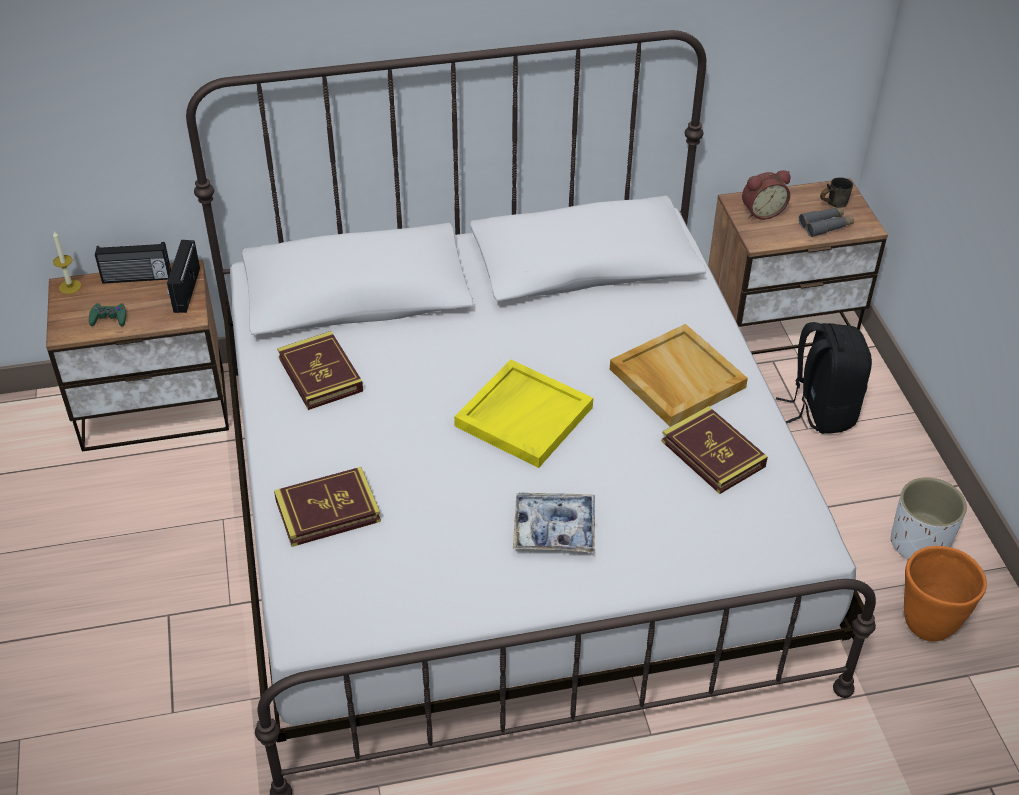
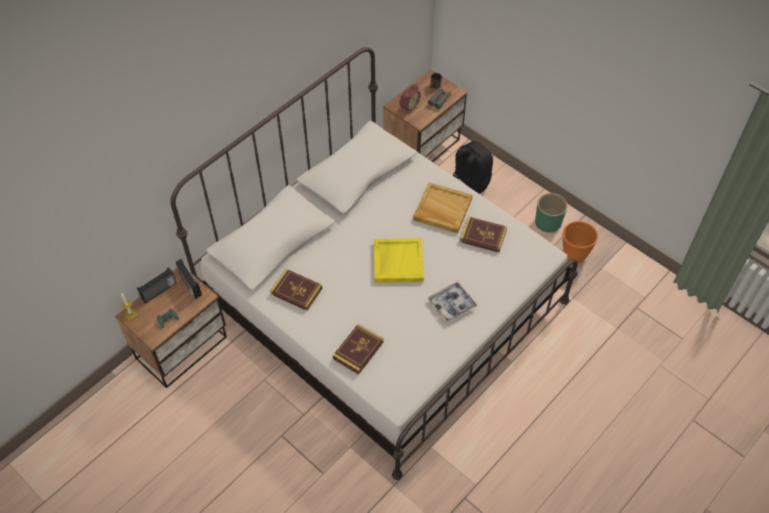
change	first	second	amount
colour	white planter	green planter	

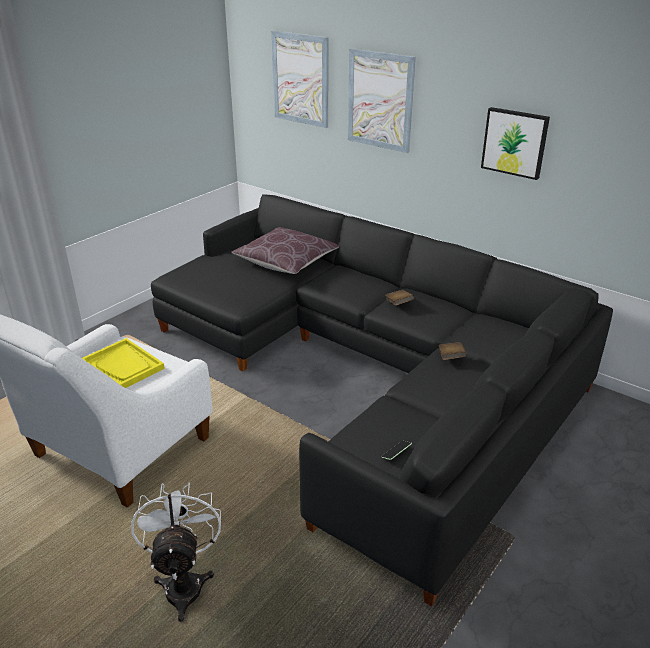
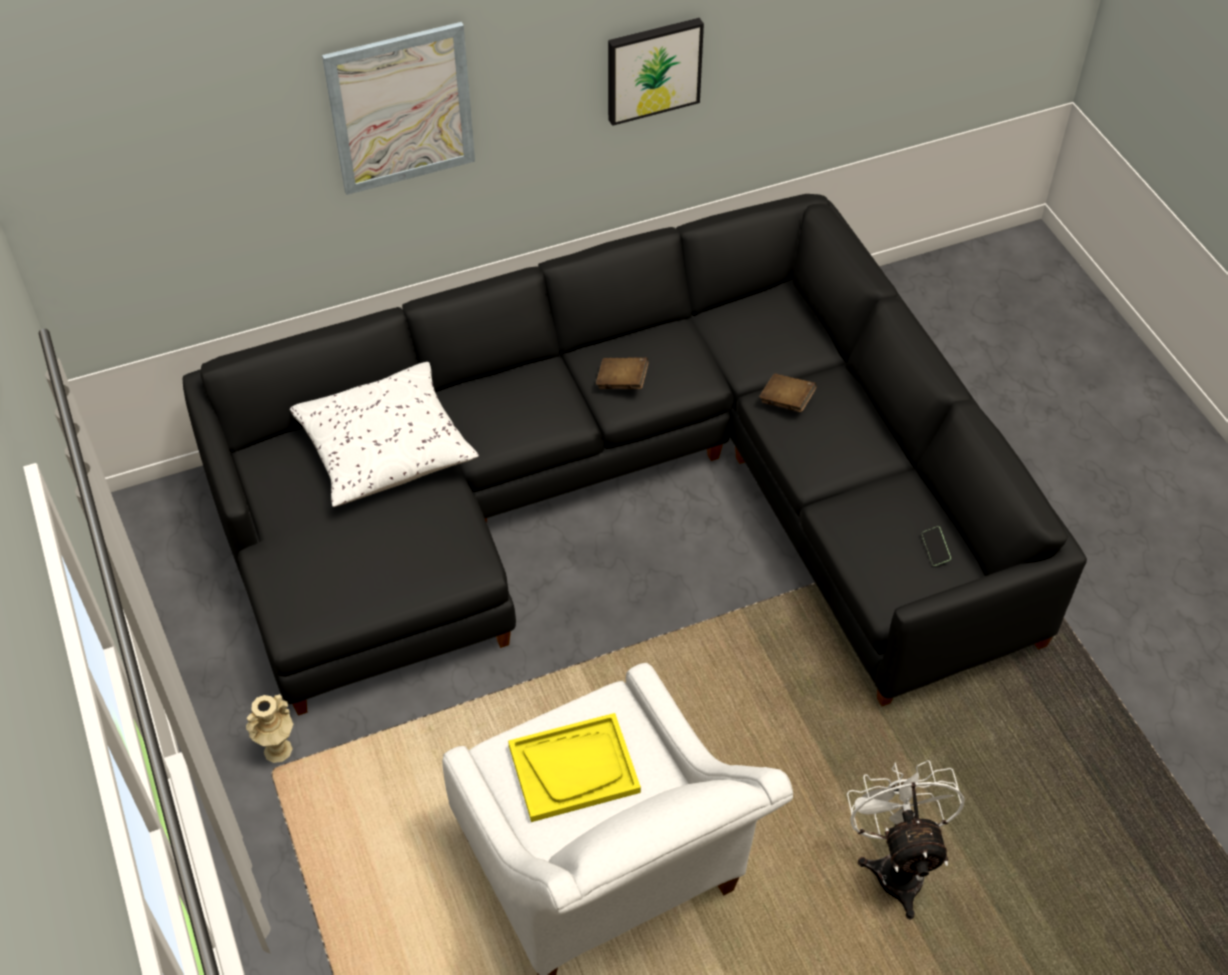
change	first	second	amount
missing	picture (no. 1 from left)		
colour	brown pillow	white pillow	
spun	white fan		60 degrees clockwise
appeared		beige vase	

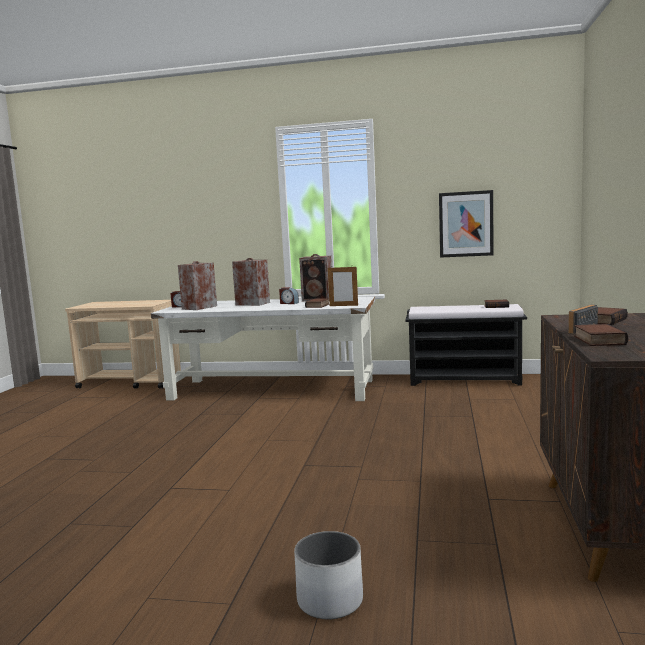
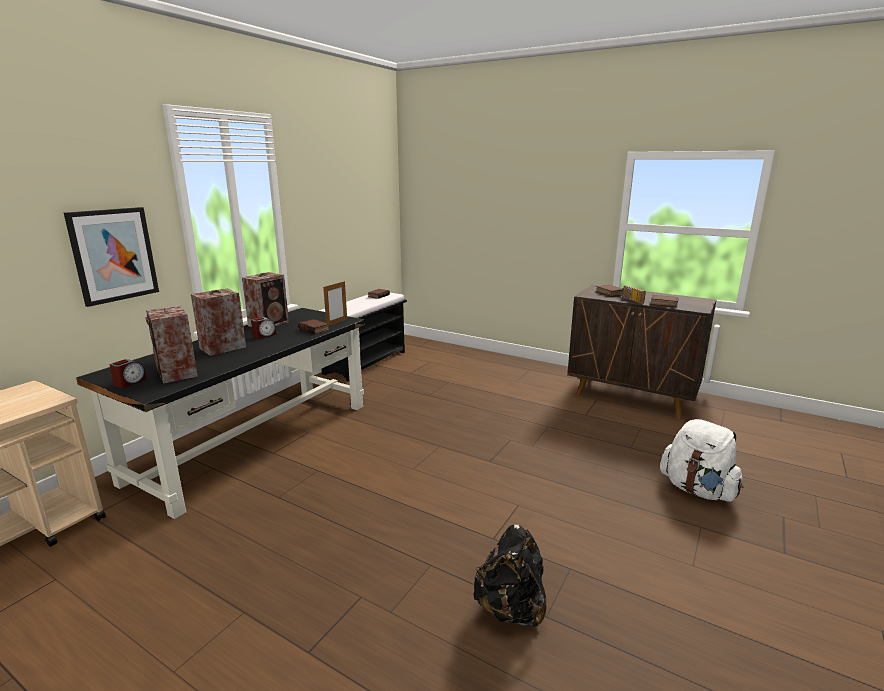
change	first	second	amount
relocated	picture		
colour	white desk	black desk	
exchanged	white planter	white backpack	
appeared		black backpack	

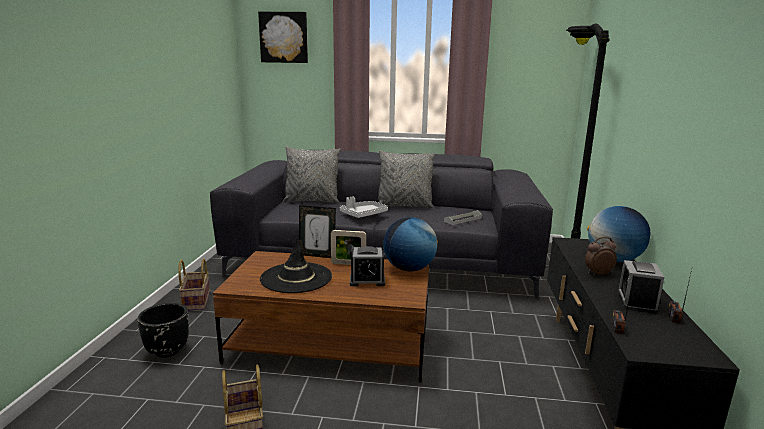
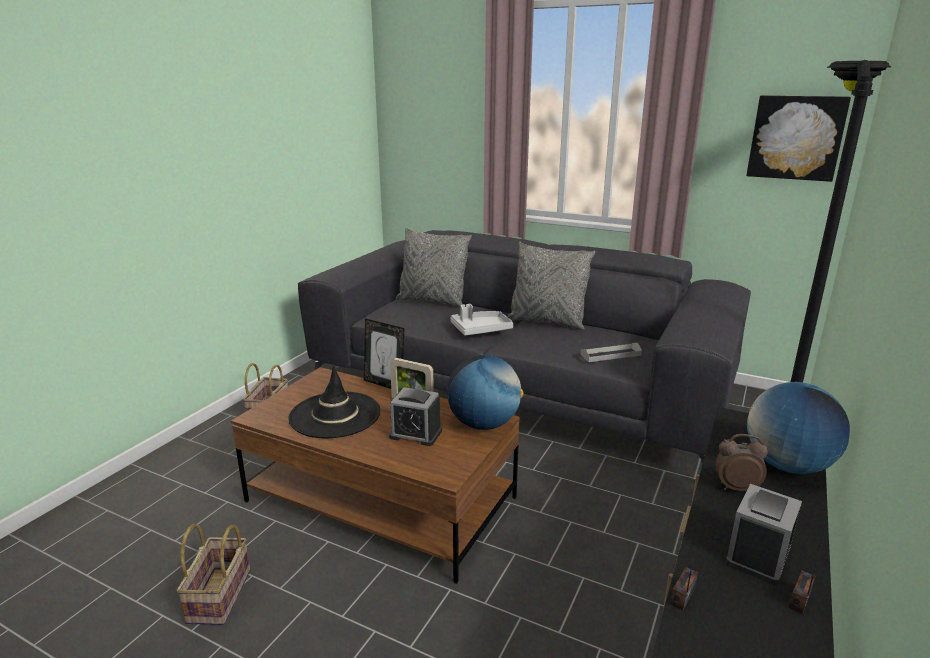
change	first	second	amount
relocated	picture		
missing	black planter		

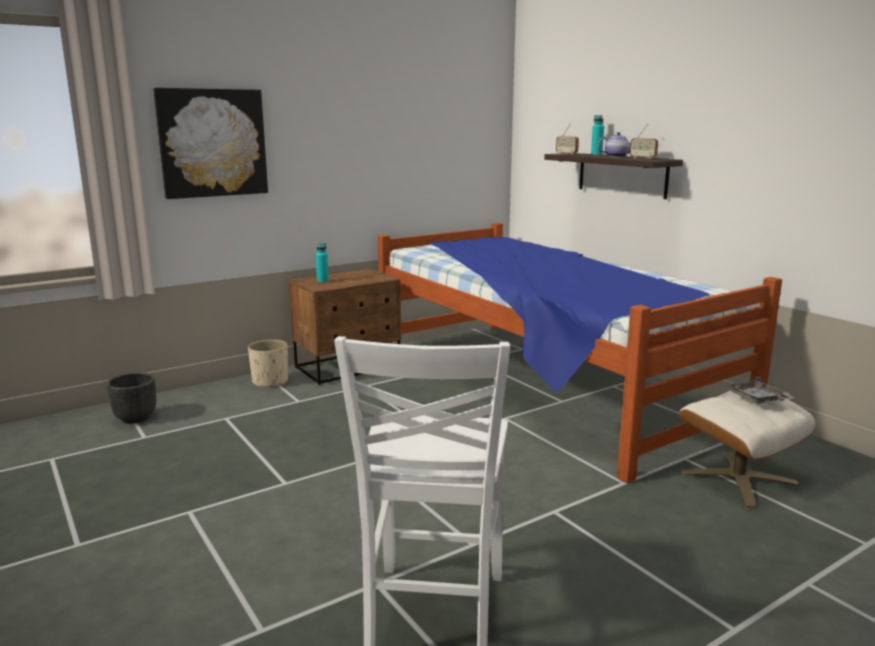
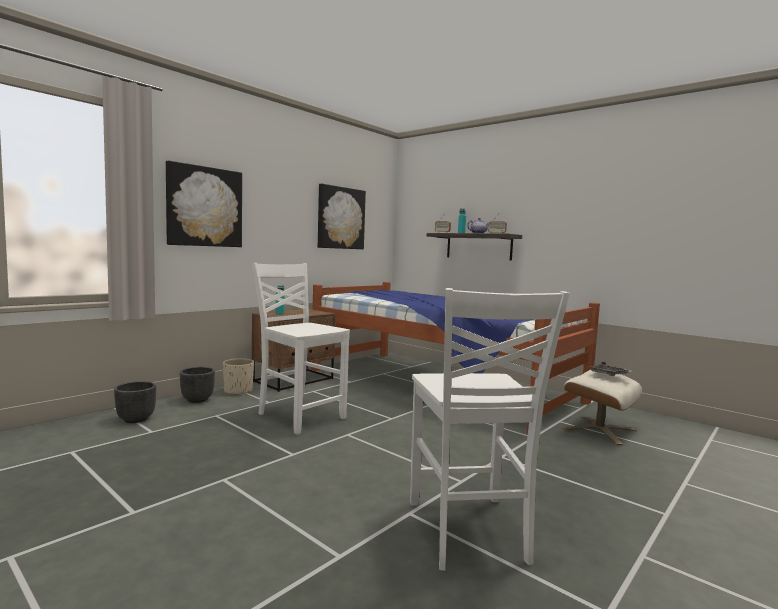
change	first	second	amount
appeared		picture (no. 2 from left)	
appeared		white chair (no. 1 from left)	
appeared		black planter (no. 2 from left)	

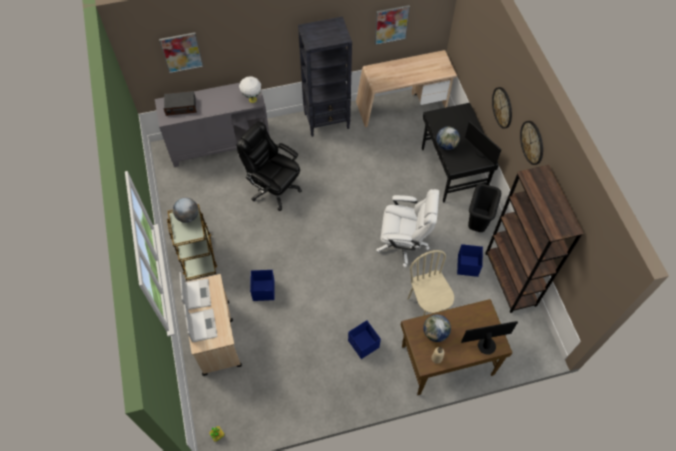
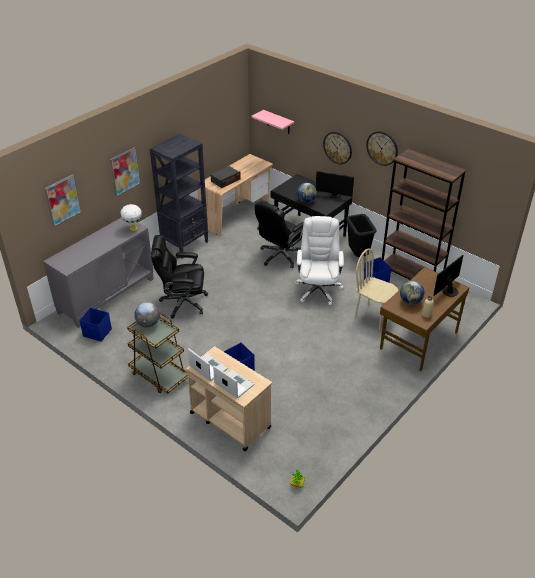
change	first	second	amount
relocated	picture (no. 2 from left)		
relocated	radio		
spun	white office chair		60 degrees counterclockwise
relocated	blue storage box (no. 2 from left in the first image)	blue storage box (no. 1 from left)	
appeared		pink shelf	
appeared		black office chair (no. 2 from left)	

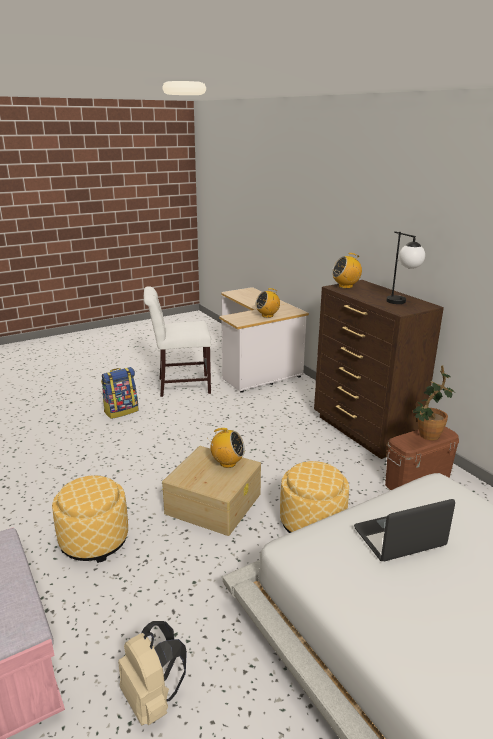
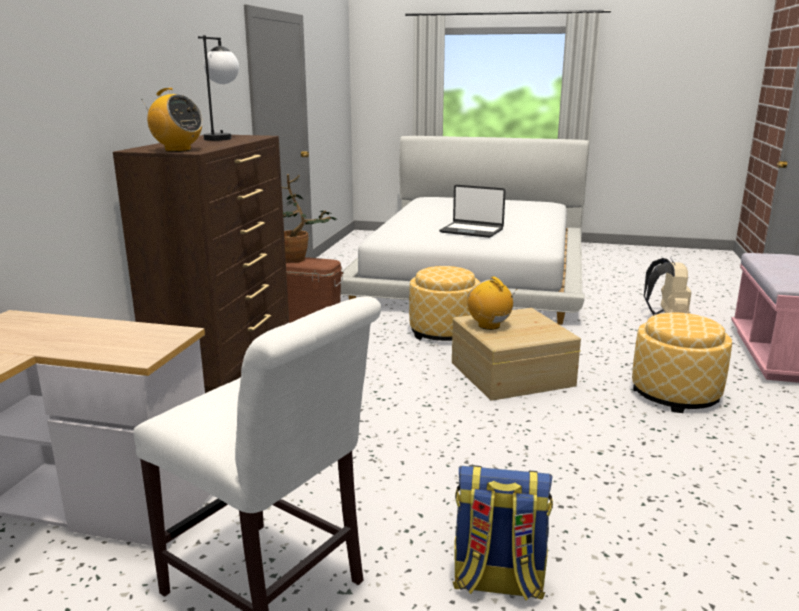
change	first	second	amount
missing	radio (no. 2 from left)		

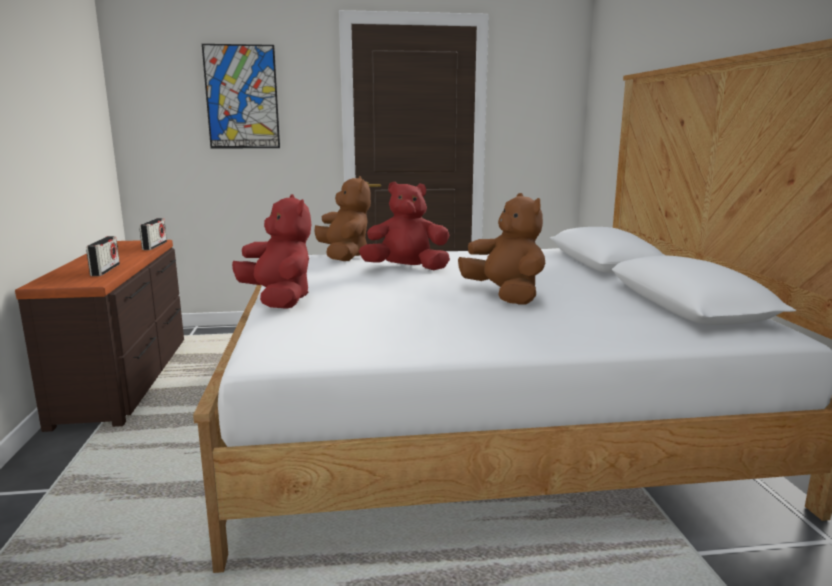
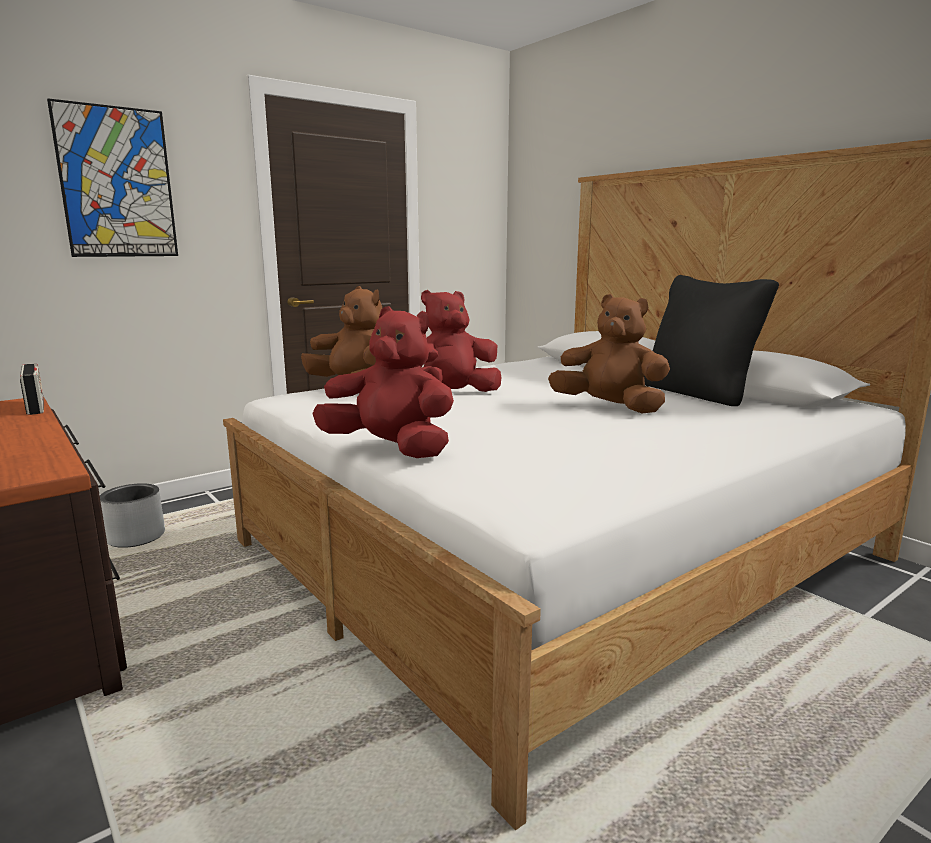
change	first	second	amount
missing	radio (no. 1 from left)		
appeared		black pillow	
appeared		grey planter	

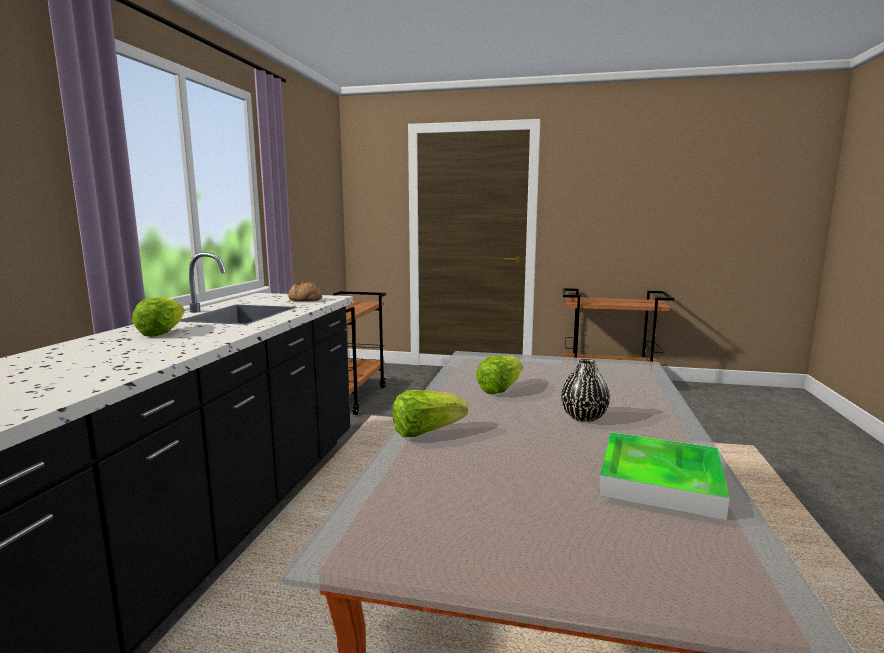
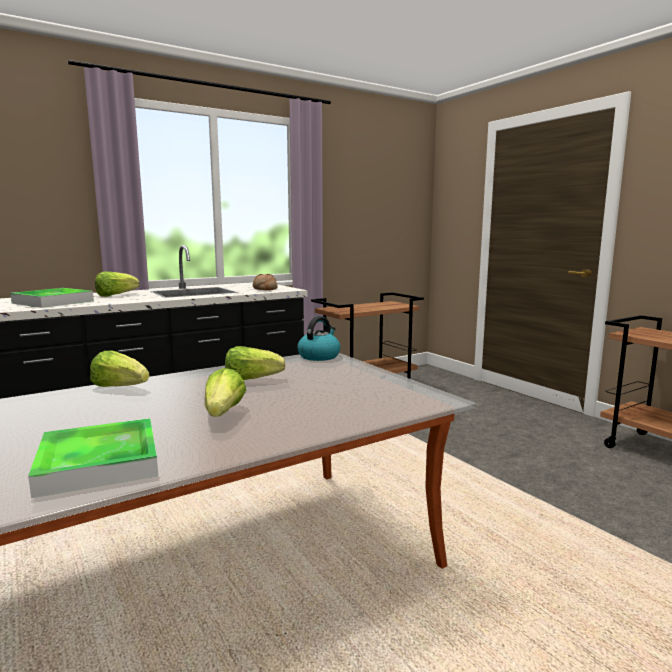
change	first	second	amount
exchanged	black vase	lettuce (no. 3 from left)	
appeared		tray (no. 1 from left)	
appeared		kettle	

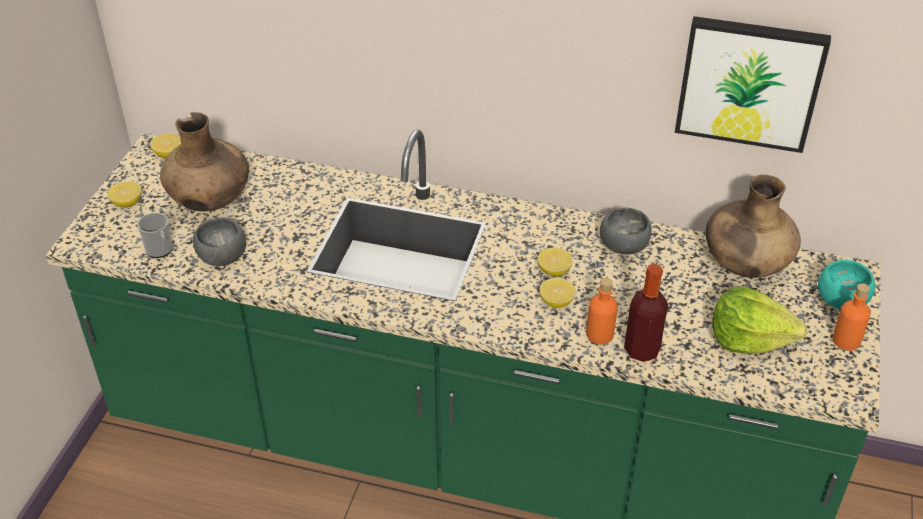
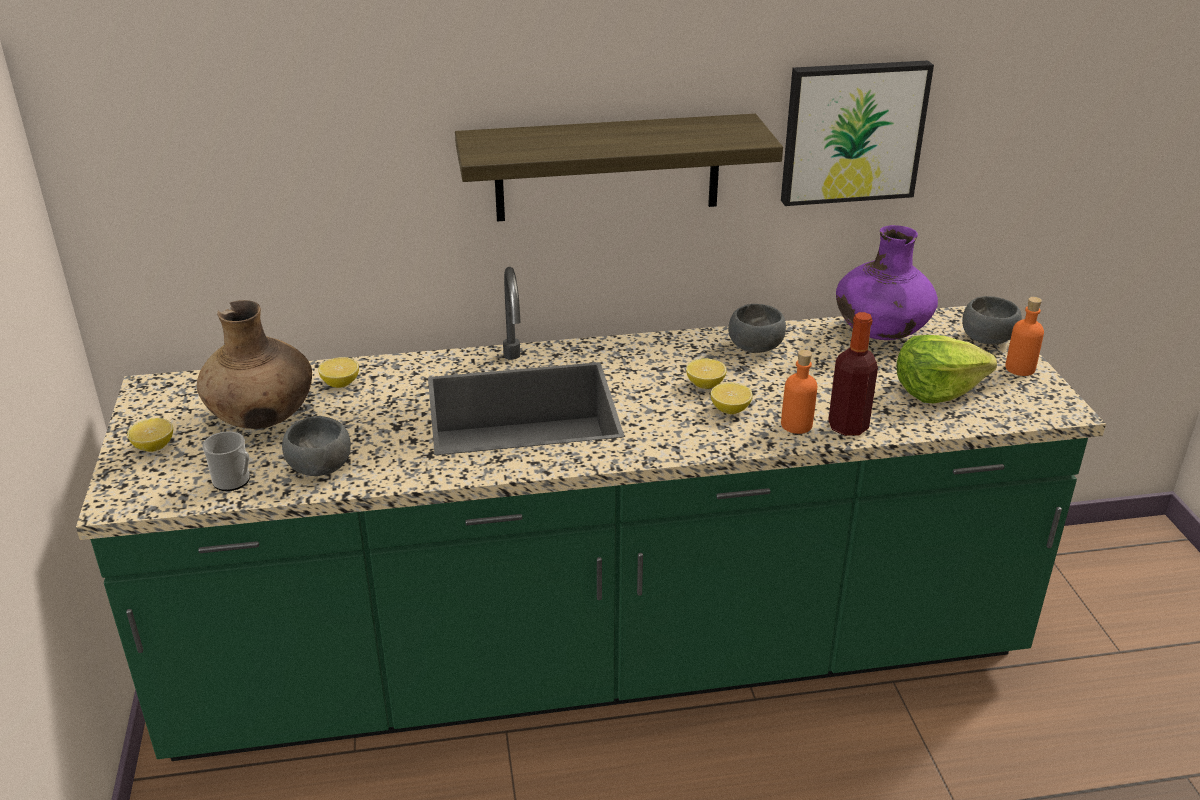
change	first	second	amount
relocated	lemon (no. 2 from left)		
colour	brown vase (no. 2 from left)	purple vase	
colour	turquoise bowl	grey bowl (no. 3 from left)	
appeared		shelf	

